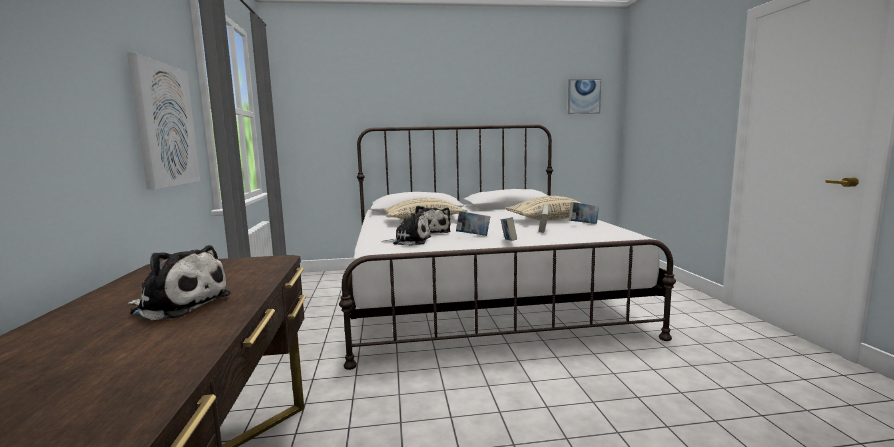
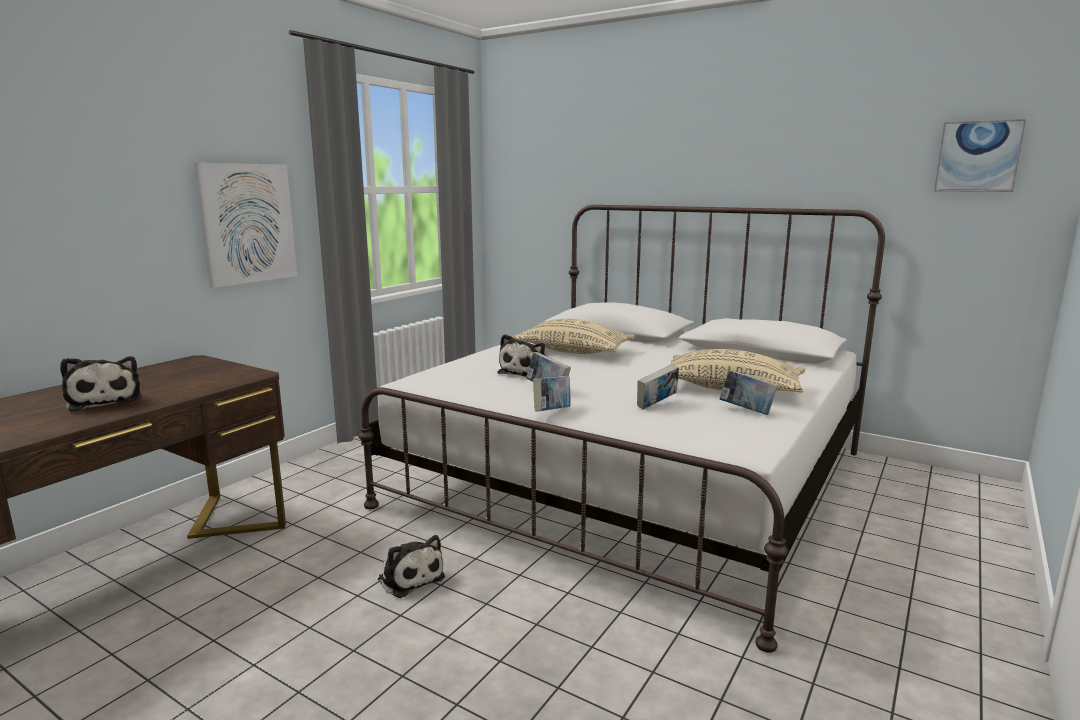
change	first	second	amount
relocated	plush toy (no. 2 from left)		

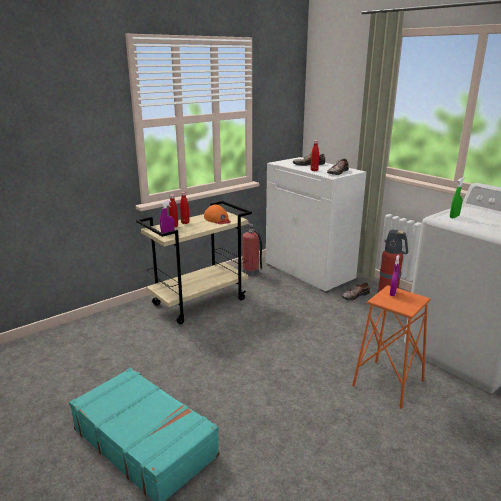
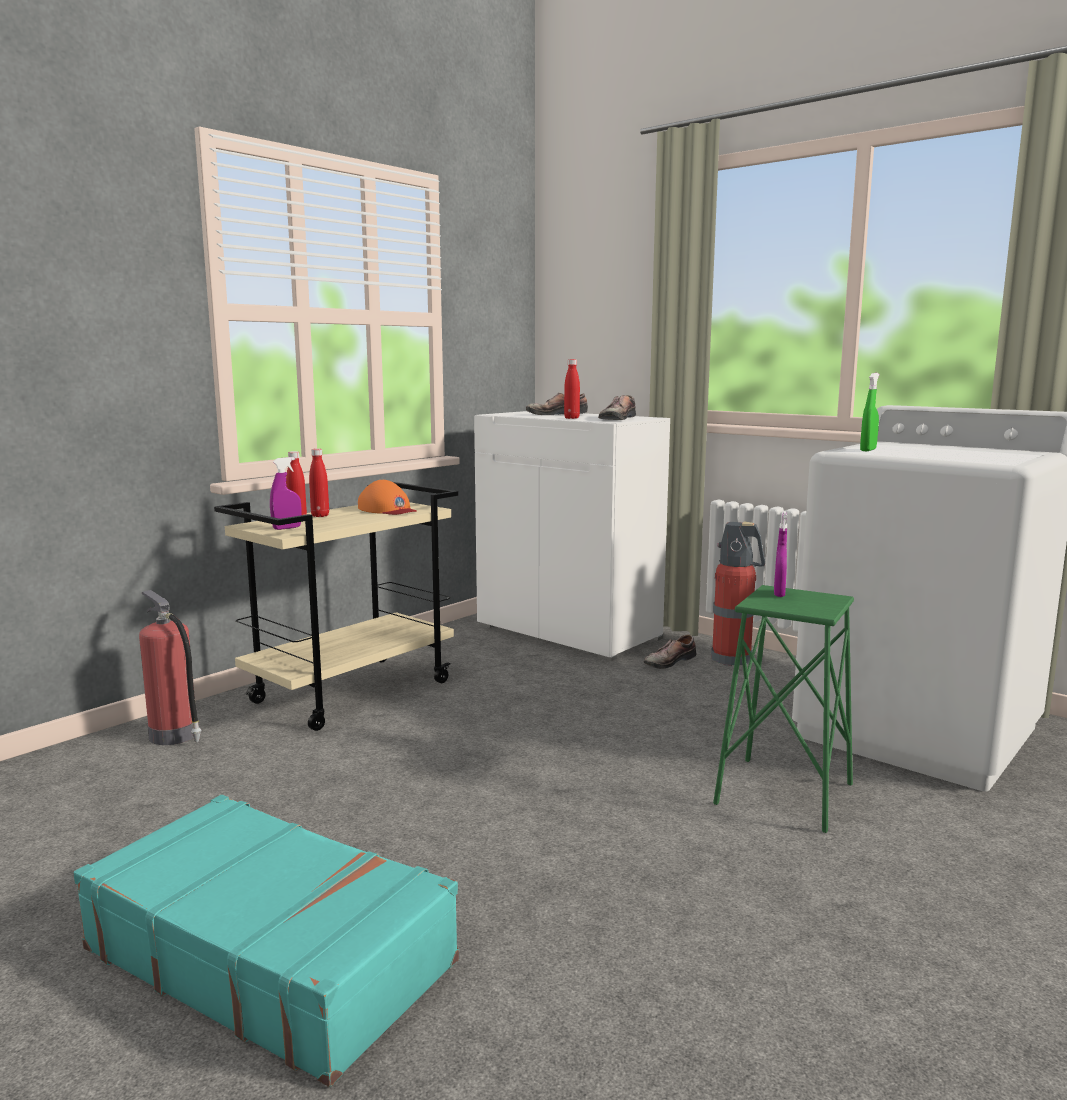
change	first	second	amount
relocated	fire extinguisher (no. 1 from left)		
colour	orange stool	green stool	

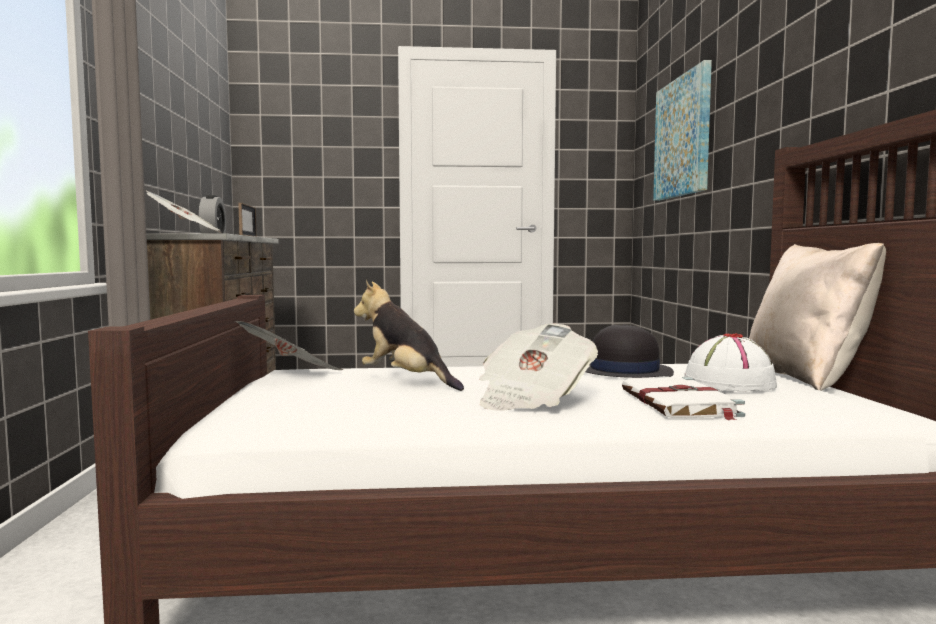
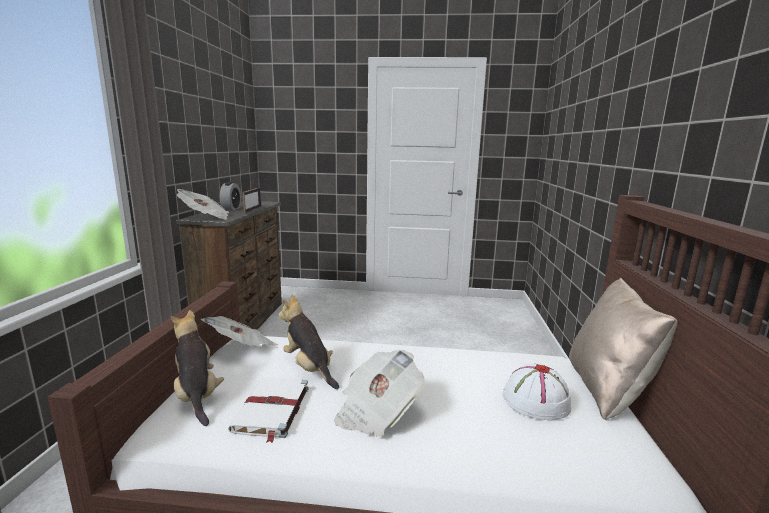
change	first	second	amount
missing	picture		
missing	black hat		
relocated	white book		
appeared		plush toy (no. 1 from left)	

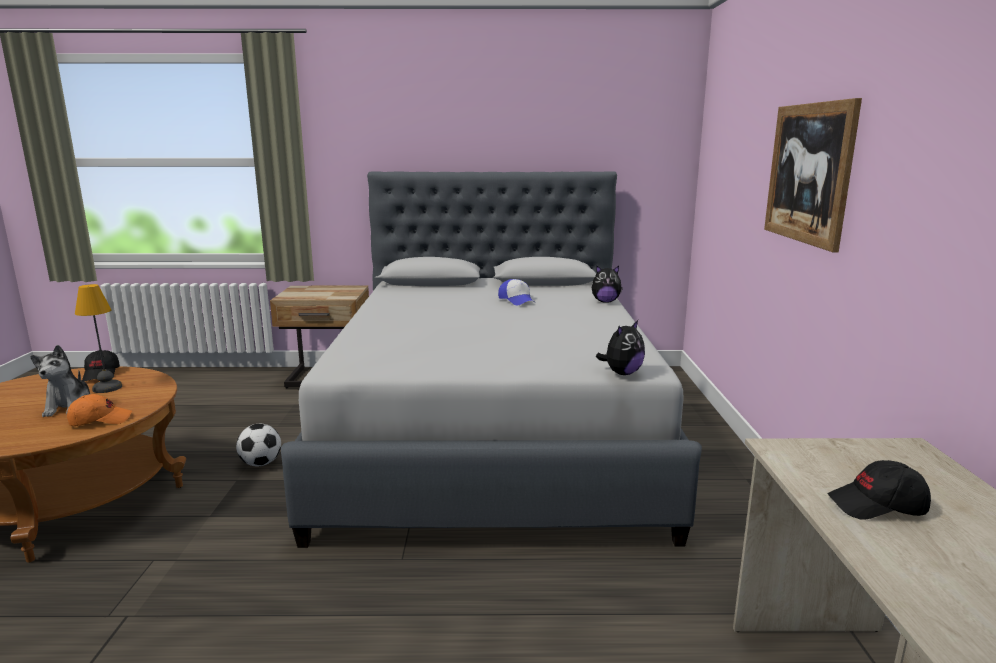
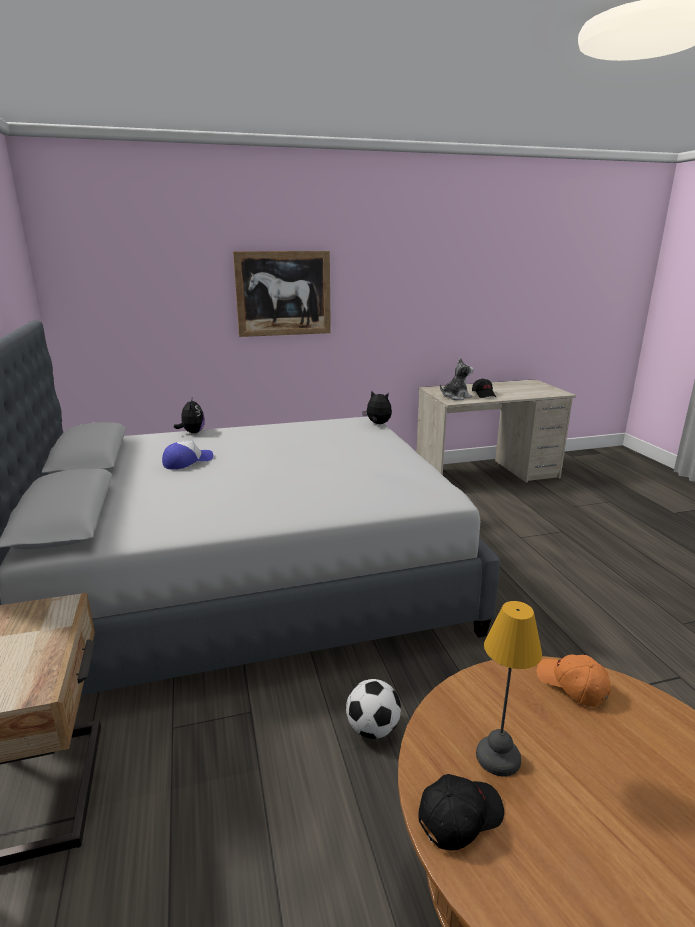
change	first	second	amount
relocated	plush toy (no. 1 from left in the first image)	plush toy (no. 3 from left)	

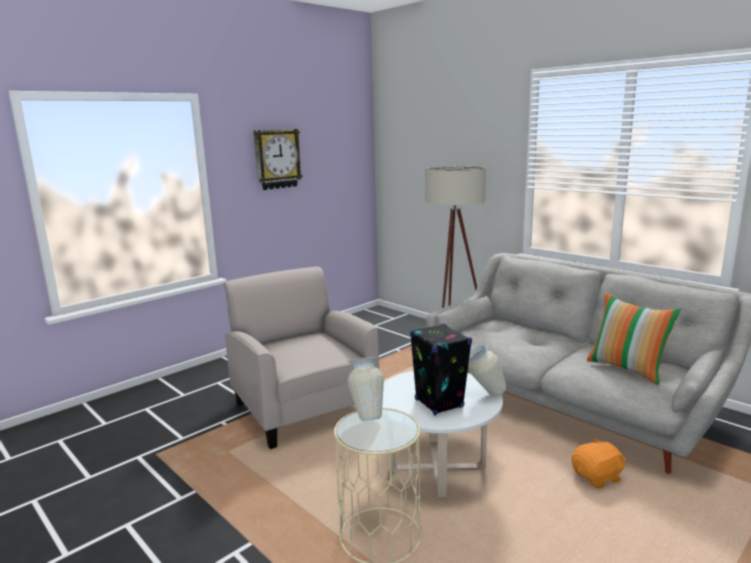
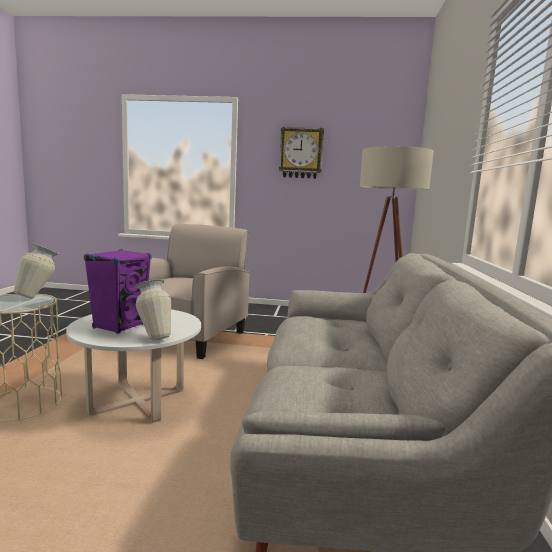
change	first	second	amount
missing	pillow		
colour	black speaker	purple speaker	
missing	orange plush toy		

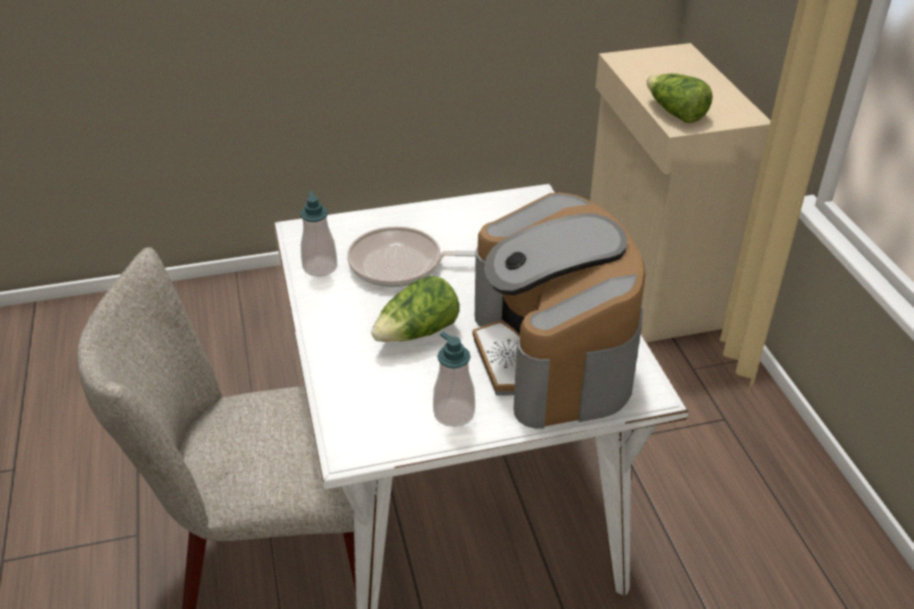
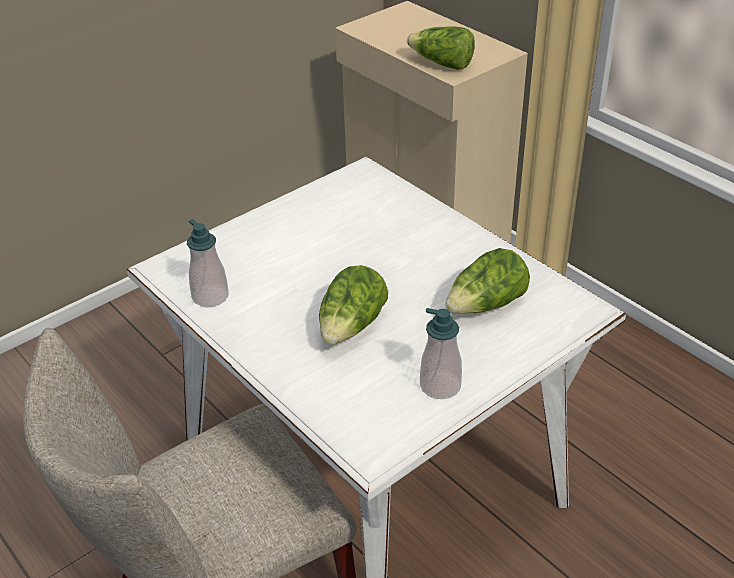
change	first	second	amount
exchanged	coffee machine	lettuce (no. 3 from left)	
missing	frying pan		

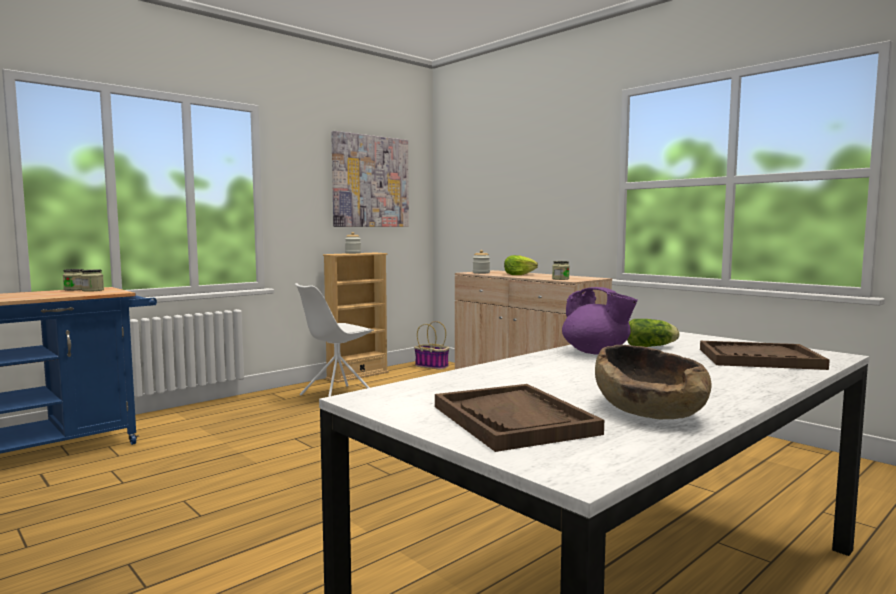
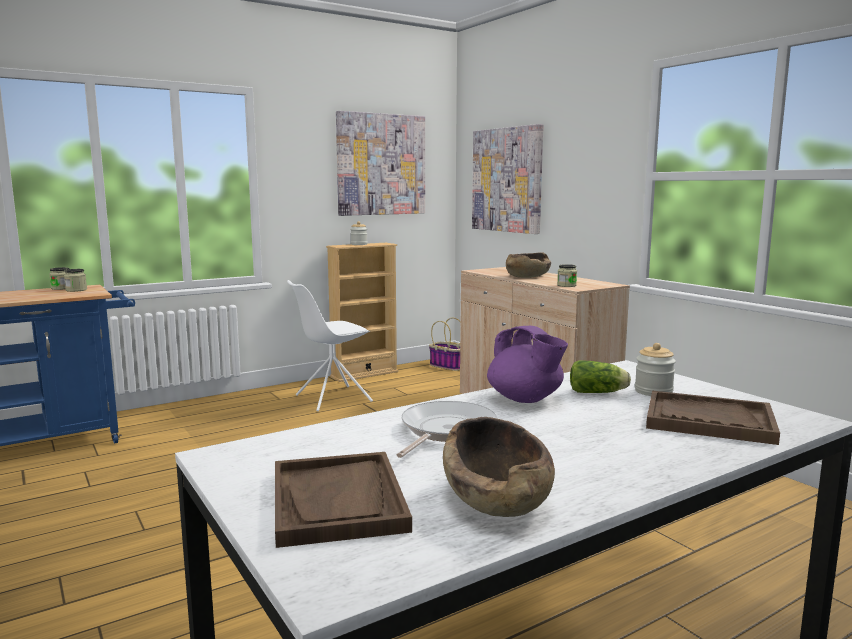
change	first	second	amount
relocated	jar (no. 4 from left in the first image)	jar (no. 5 from left)	
exchanged	lettuce (no. 1 from left)	brown bowl (no. 2 from left)	
appeared		picture (no. 2 from left)	
appeared		frying pan	

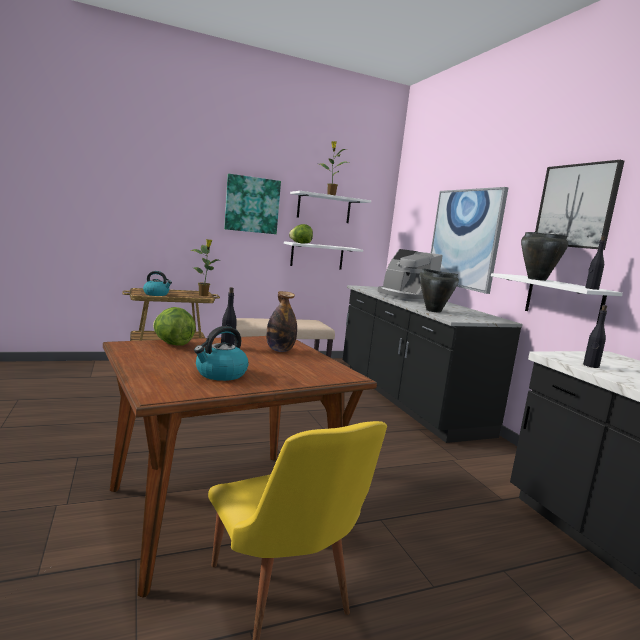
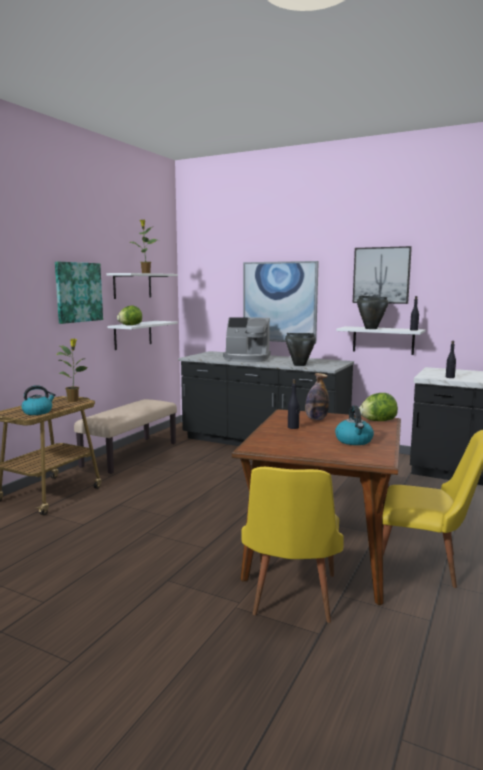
change	first	second	amount
relocated	lettuce (no. 1 from left in the first image)	lettuce (no. 2 from left)	
appeared		yellow chair (no. 1 from left)	

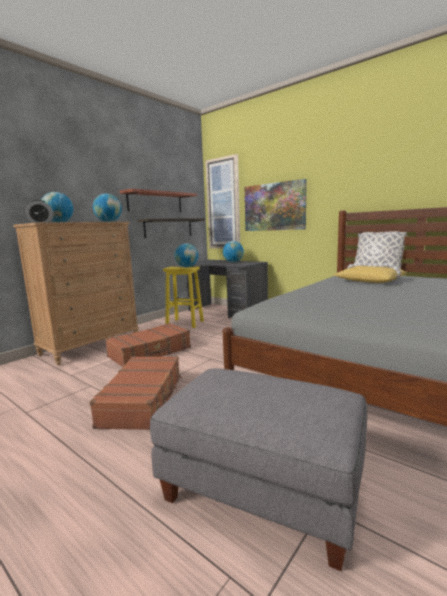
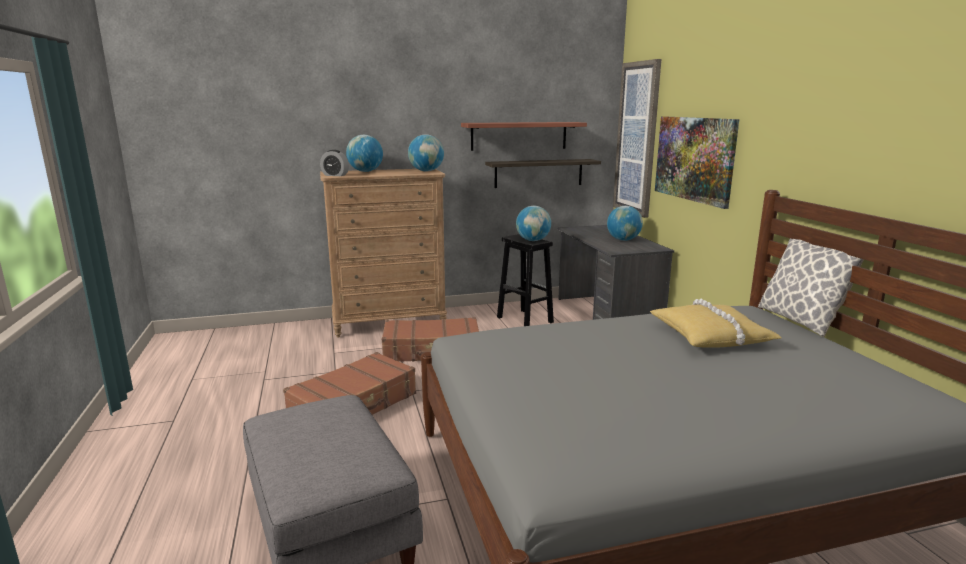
change	first	second	amount
colour	yellow stool	black stool	

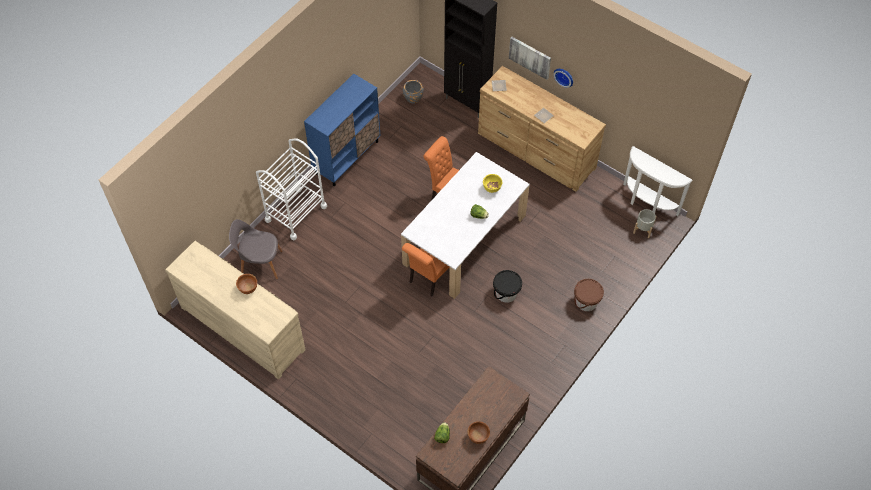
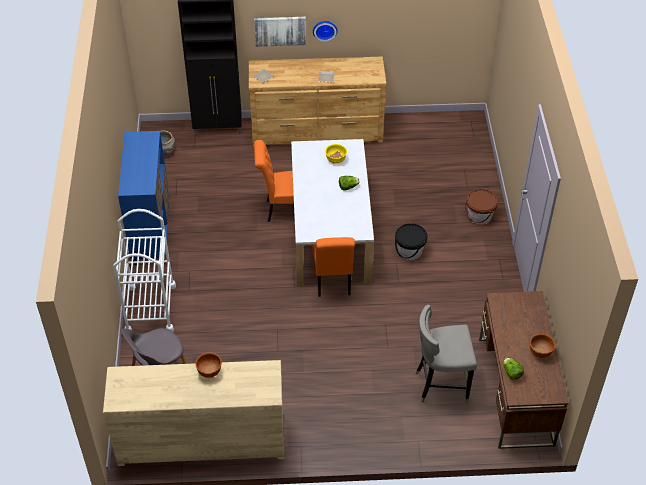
change	first	second	amount
missing	white console table		
missing	grey planter (no. 2 from left)		
appeared		grey stool	

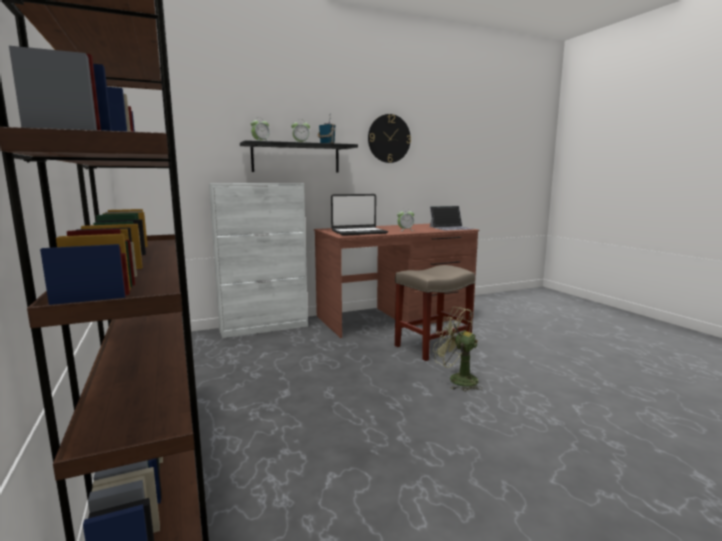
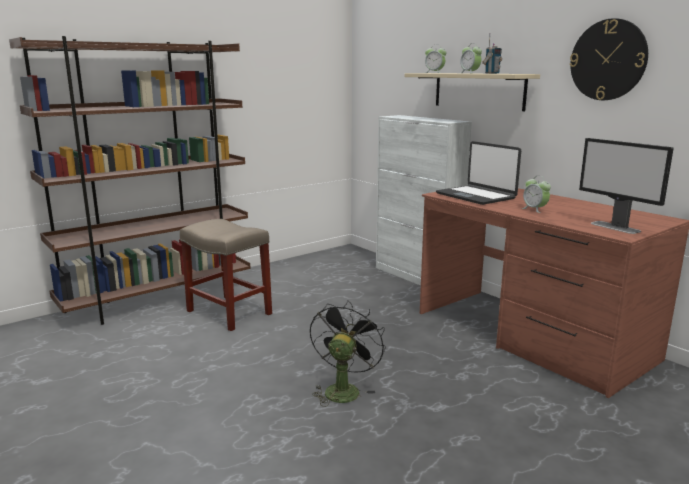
change	first	second	amount
colour	black shelf	beige shelf	
exchanged	laptop (no. 2 from left)	monitor	
relocated	beige stool		
colour	green fan	black fan	

